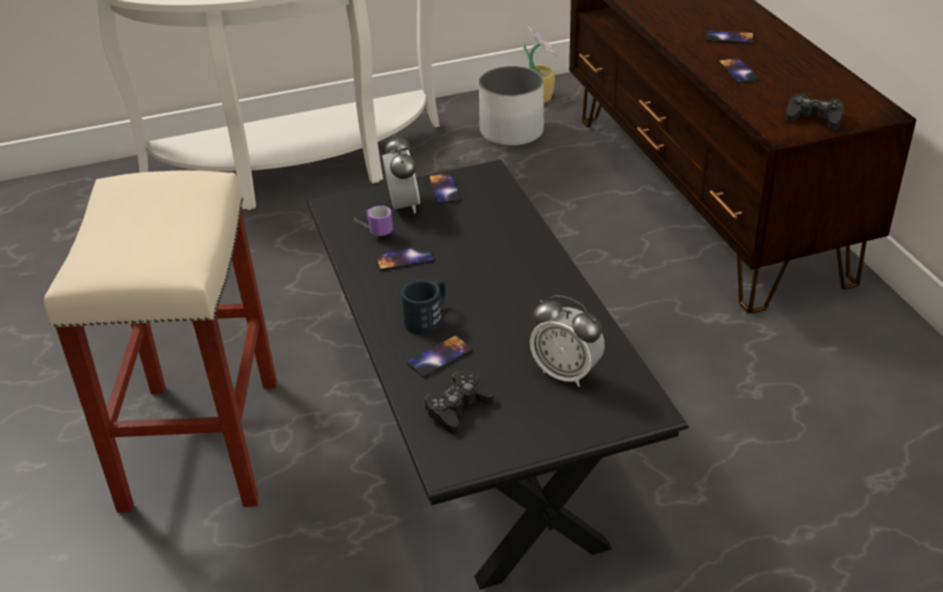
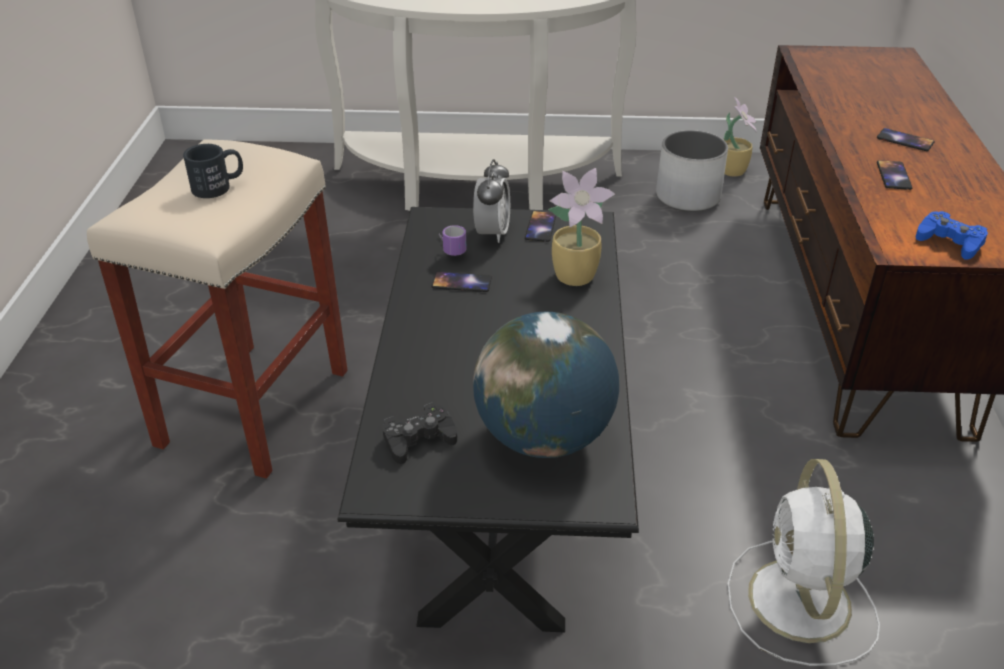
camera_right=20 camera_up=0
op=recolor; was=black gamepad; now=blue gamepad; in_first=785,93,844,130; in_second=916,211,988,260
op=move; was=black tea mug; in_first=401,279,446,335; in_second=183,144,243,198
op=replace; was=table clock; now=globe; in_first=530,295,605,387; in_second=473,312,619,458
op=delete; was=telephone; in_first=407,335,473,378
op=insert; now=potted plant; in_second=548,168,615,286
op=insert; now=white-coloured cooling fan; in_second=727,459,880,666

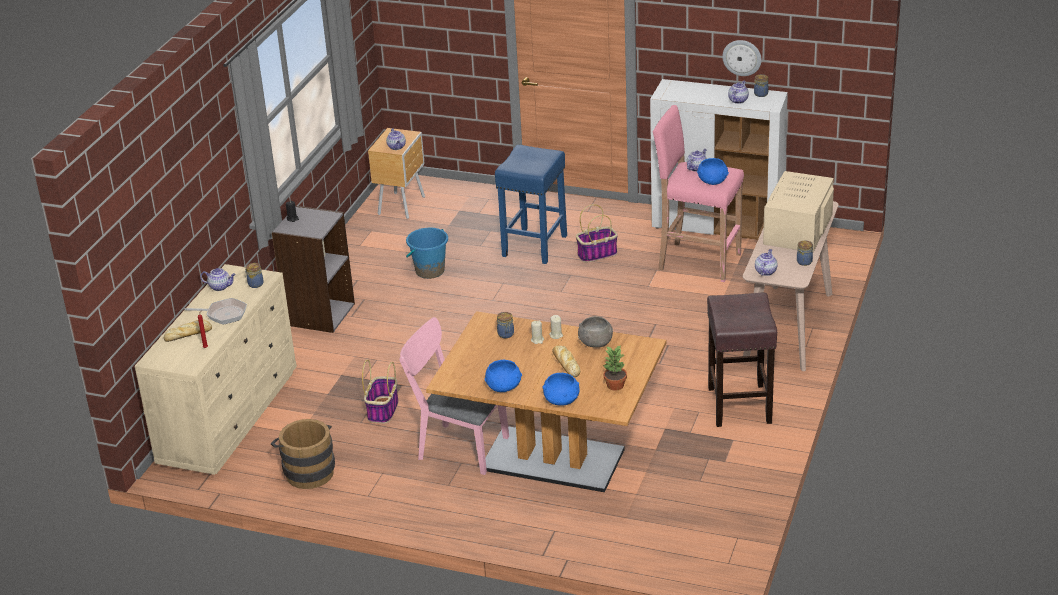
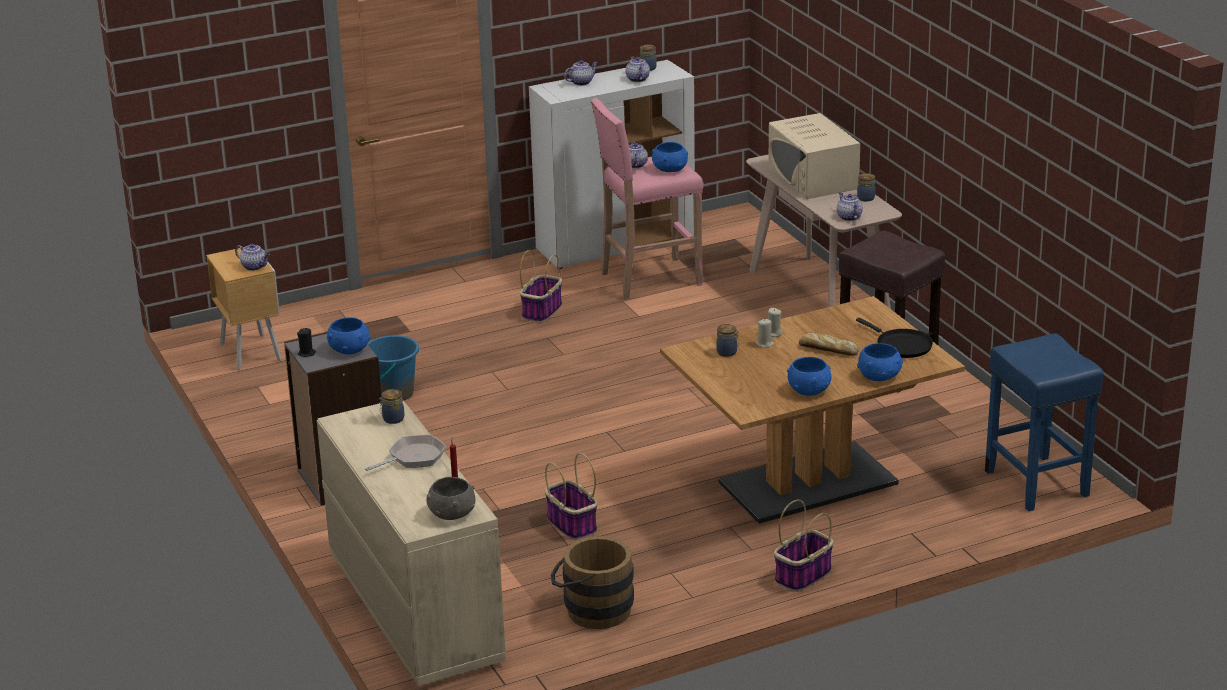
camera_right=-45 camera_up=-5
op=delete; was=wall clock; in_first=722,40,762,76
op=move; was=blue stool seat; in_first=495,145,567,264; in_second=985,333,1103,511
op=move; was=tea pot; in_first=200,268,236,291; in_second=564,60,598,86
op=move; was=greyish deep dish; in_first=578,316,613,348; in_second=427,477,475,520
op=delete; was=pink chair; in_first=399,317,509,475
op=delete; was=bread; in_first=164,320,212,342
op=replace; was=potted plant; now=black frying pan; in_first=604,346,627,391; in_second=856,318,933,358
op=insert; now=blue deep dish; in_second=327,317,370,355
op=insert; now=basket; in_second=774,500,834,592

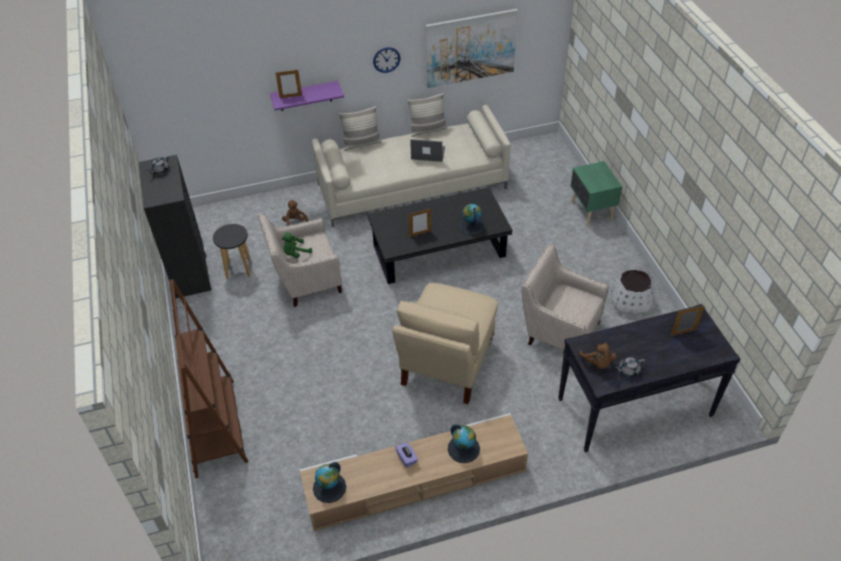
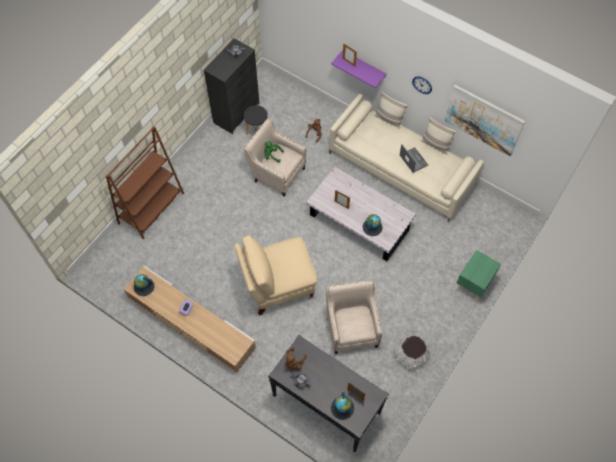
camera_right=50 camera_up=15
op=recolor; was=black low table; now=white-coloured low table; in_first=368,187,512,284; in_second=306,167,416,261
op=move; was=globe; in_first=448,424,480,463; in_second=331,392,354,420

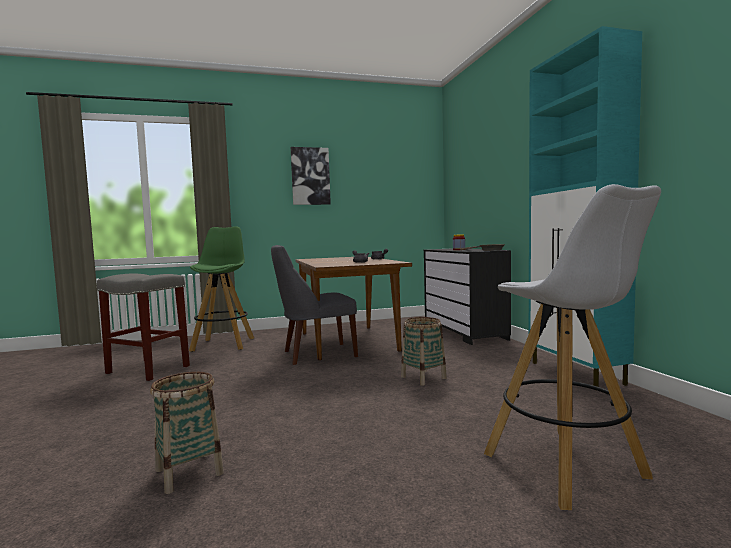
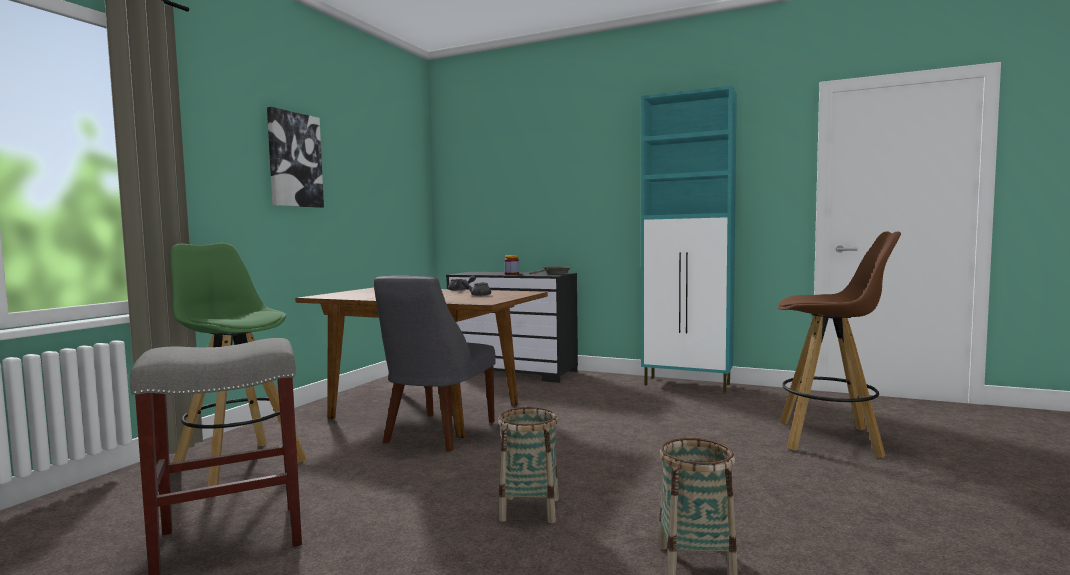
camera_right=-50 camera_up=0
op=recolor; was=white-coloured stool seat; now=brownish stool seat; in_first=484,184,661,510; in_second=778,231,901,458
op=move; was=basket; in_first=401,317,447,386; in_second=498,407,559,523

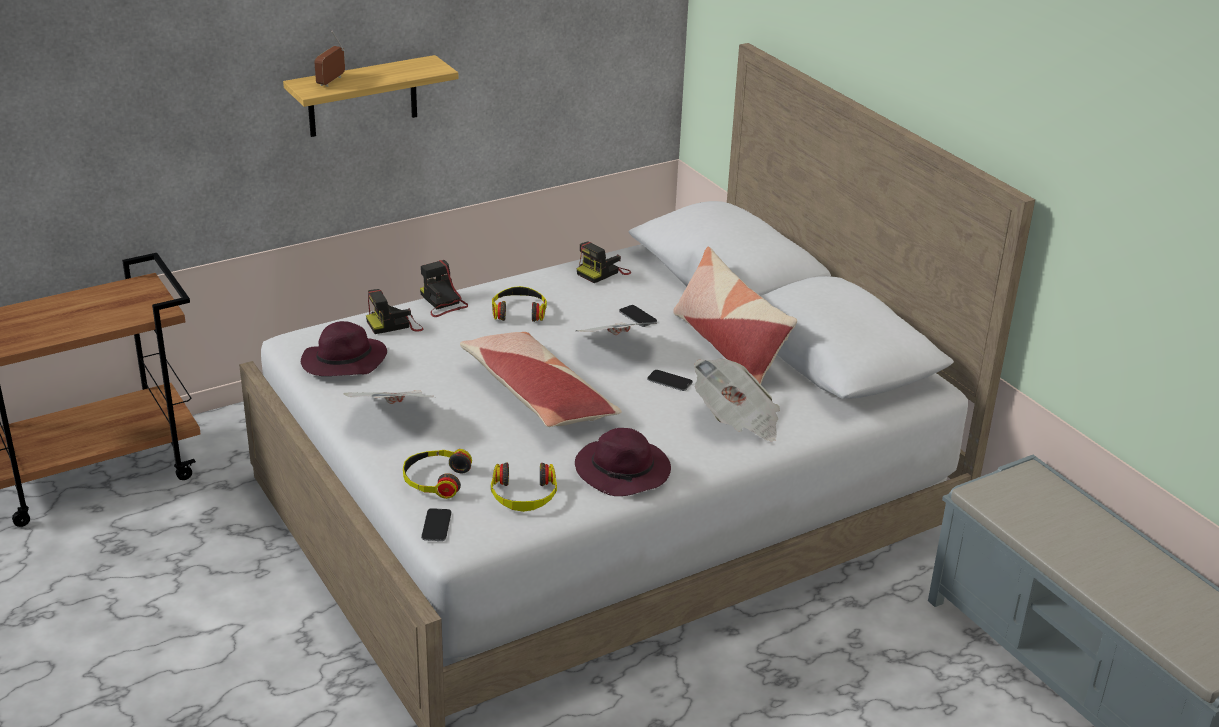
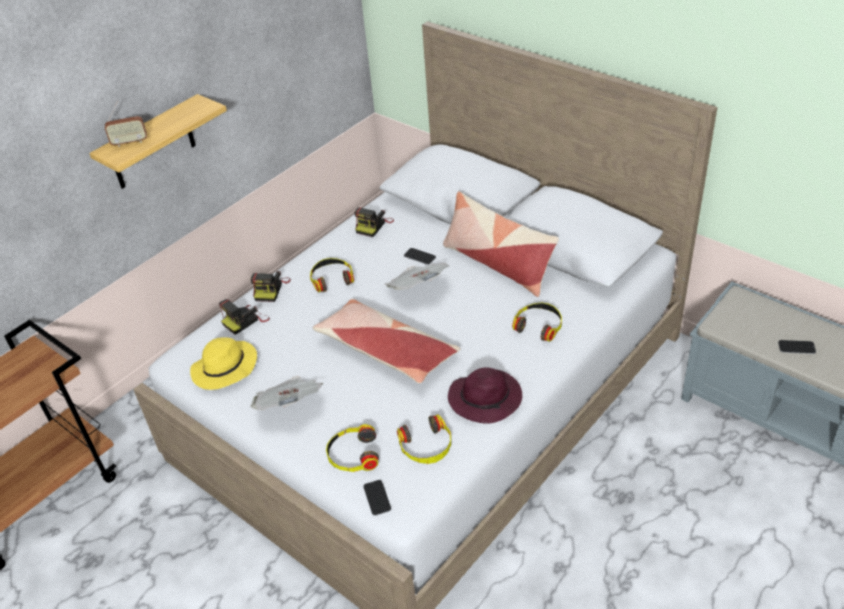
camera_right=-15 camera_up=10
op=rotate; was=radio; in_first=315,31,345,87; in_second=105,101,147,147; clockwise=-105
op=rotate; was=photo camera; in_first=420,260,468,317; in_second=250,271,291,302; clockwise=-120
op=recolor; was=purplish clothing hat; now=yellow clothing hat; in_first=301,321,387,376; in_second=190,337,257,390
op=replace; was=newspaper; now=headphones; in_first=694,358,780,441; in_second=512,302,562,342
op=move; was=telephone; in_first=647,370,693,391; in_second=778,340,816,354

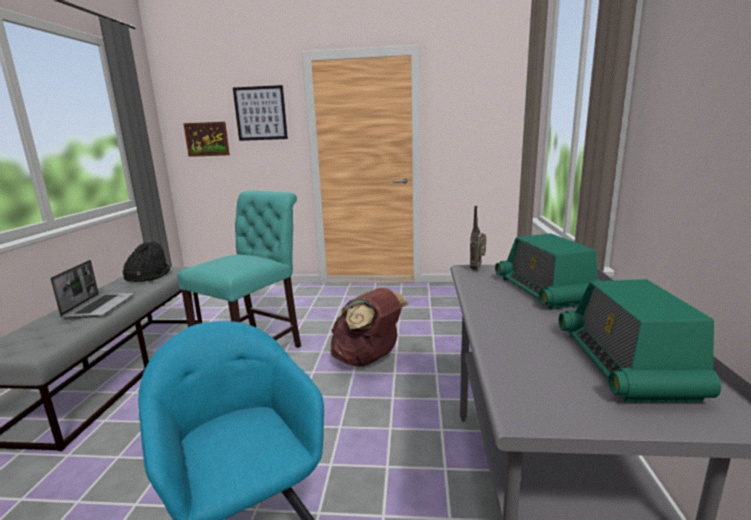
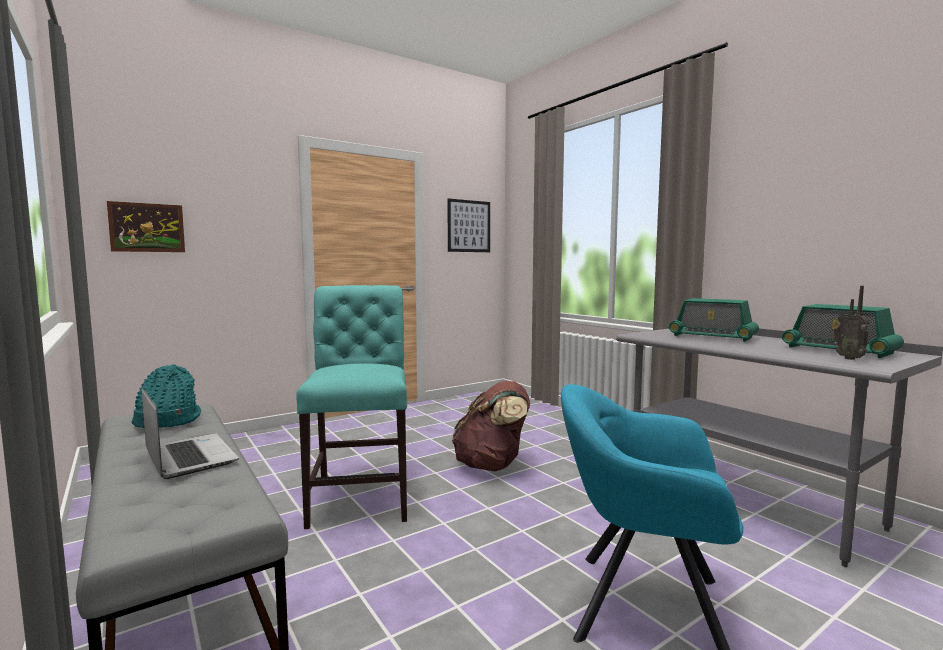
camera_right=-40 camera_up=-10
op=move; was=wall picture; in_first=233,85,288,141; in_second=447,198,490,252
op=move; was=radio; in_first=470,206,486,270; in_second=834,286,869,360
op=recolor; was=black clothing hat; now=turquoise clothing hat; in_first=123,241,170,282; in_second=131,364,201,428

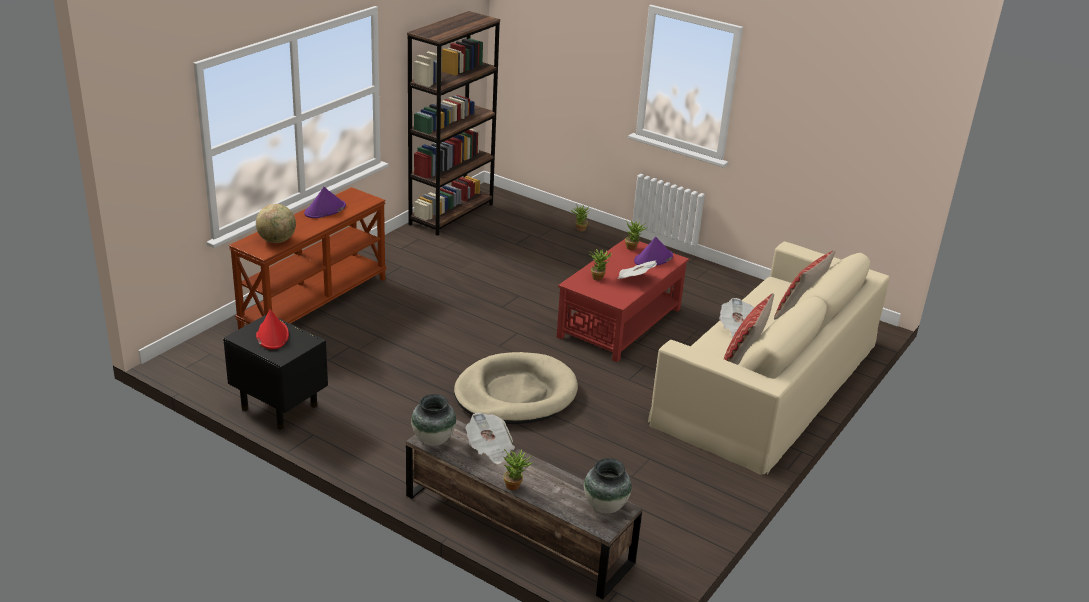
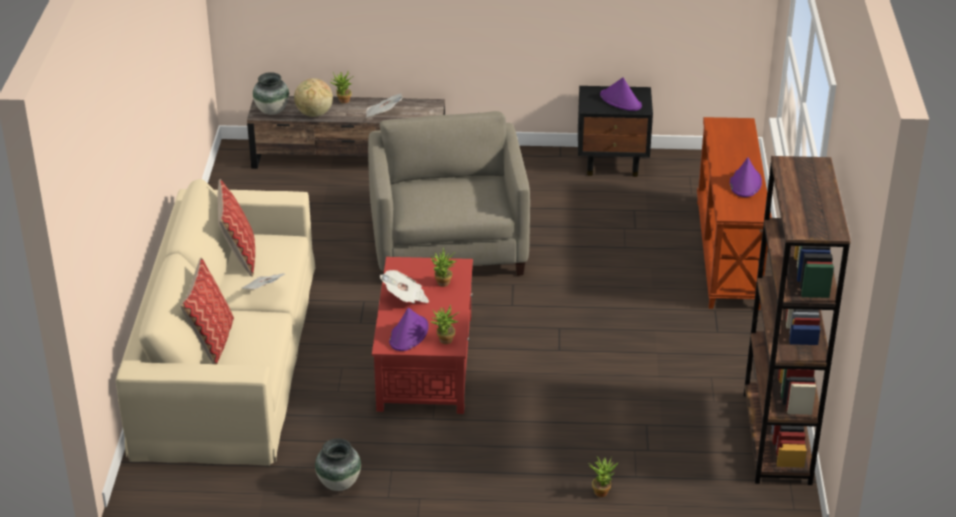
camera_right=150 camera_up=5
op=move; was=globe; in_first=256,204,296,243; in_second=294,78,333,117
op=recolor; was=red clothing hat; now=purplish clothing hat; in_first=256,309,289,349; in_second=600,78,642,111
op=replace; was=sand-coloured dog bed; now=sand-coloured armchair; in_first=454,352,578,424; in_second=368,111,530,276
op=move; was=flower vase; in_first=411,394,456,446; in_second=315,438,361,491

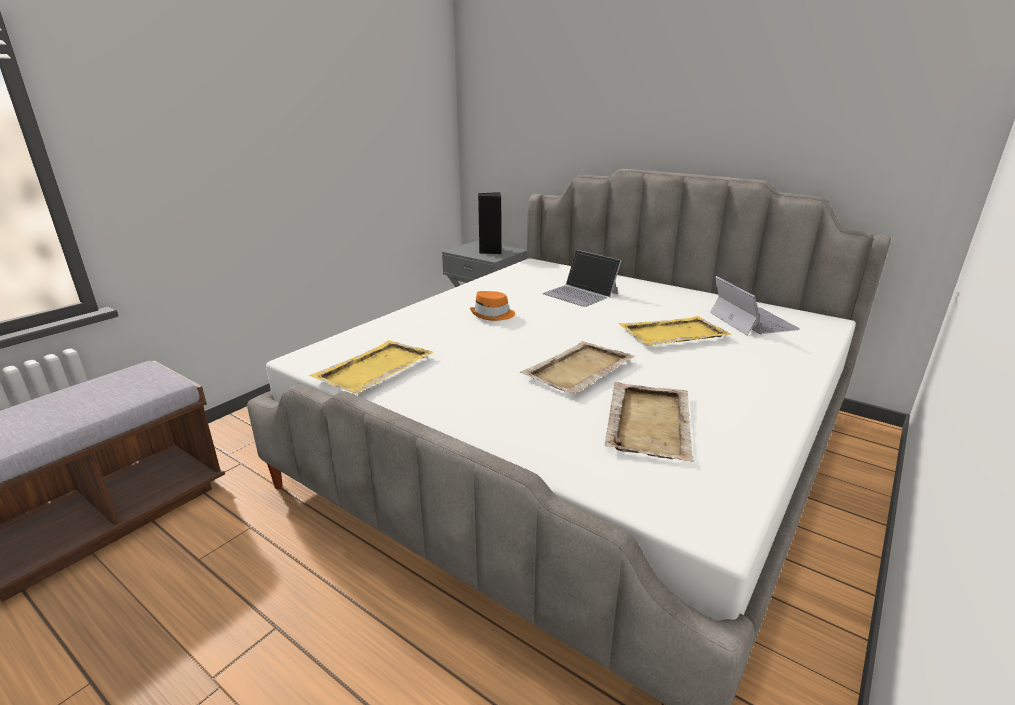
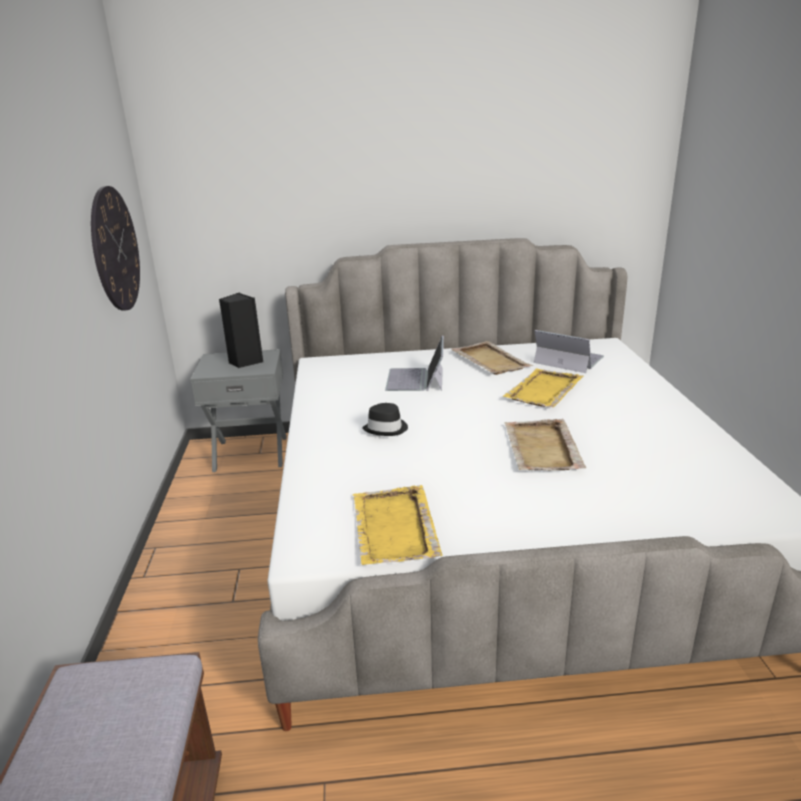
camera_right=-40 camera_up=0
op=rotate; was=notebook computer; in_first=542,250,622,307; in_second=385,335,444,391; clockwise=90
op=recolor; was=orangey clothing hat; now=black clothing hat; in_first=470,291,515,321; in_second=362,403,408,436
op=move; was=sand-coloured carrying tray; in_first=605,382,695,462; in_second=451,341,533,375
op=insert; now=wall clock; in_second=91,186,140,311

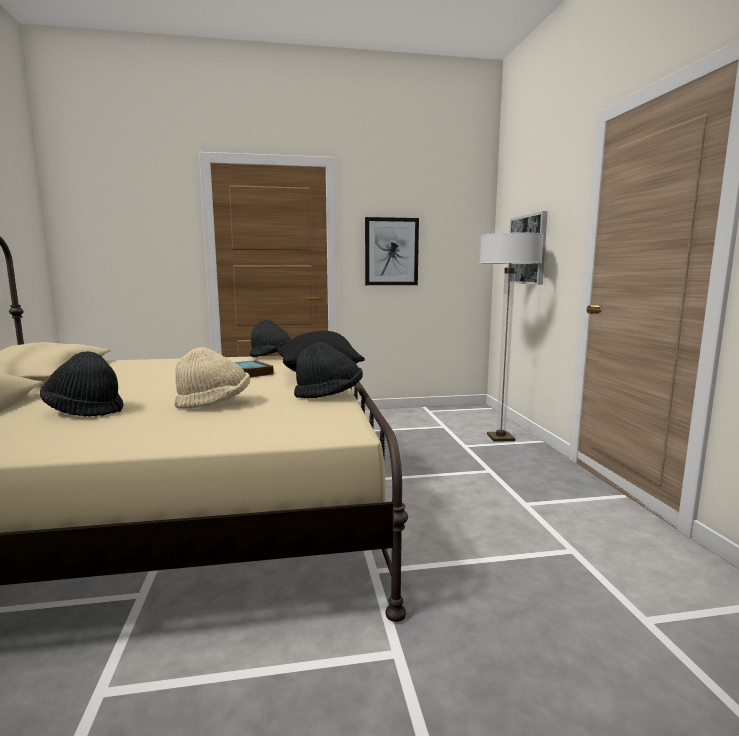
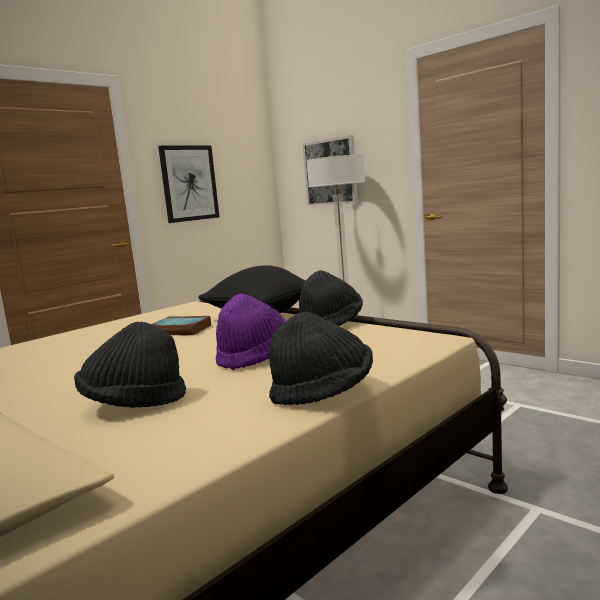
camera_right=-35 camera_up=0
op=move; was=black clothing hat; in_first=250,320,291,357; in_second=269,312,373,405
op=recolor; was=sand-coloured clothing hat; now=purplish clothing hat; in_first=174,347,250,409; in_second=216,293,287,370

